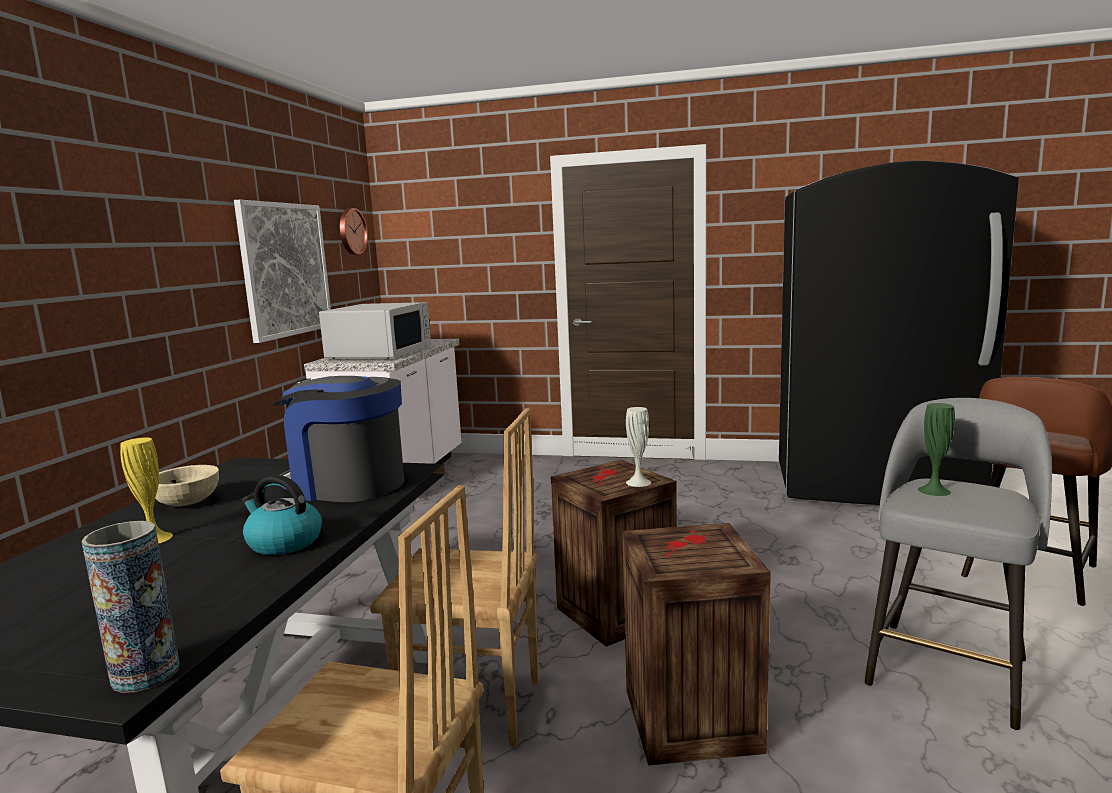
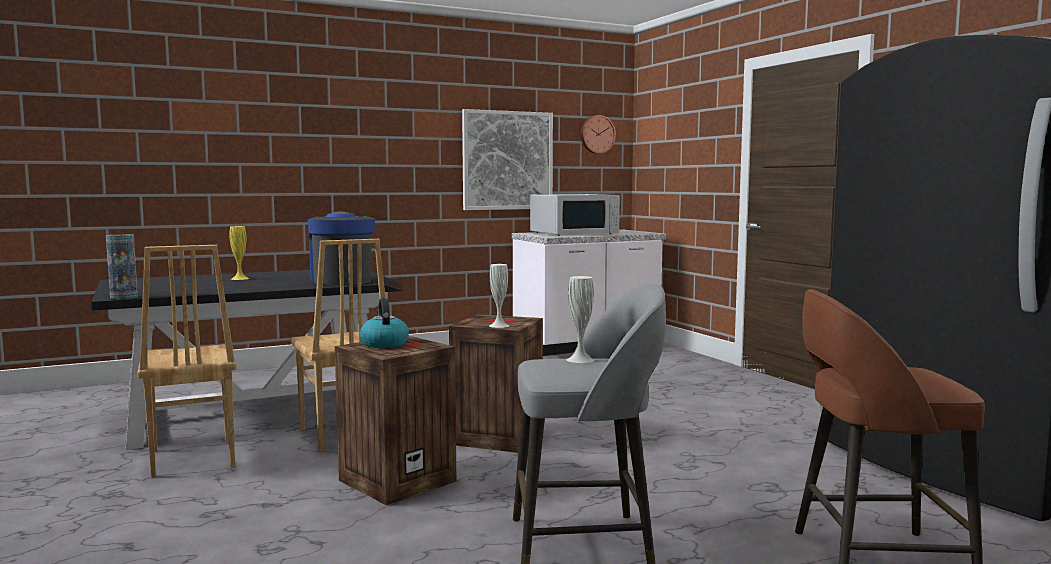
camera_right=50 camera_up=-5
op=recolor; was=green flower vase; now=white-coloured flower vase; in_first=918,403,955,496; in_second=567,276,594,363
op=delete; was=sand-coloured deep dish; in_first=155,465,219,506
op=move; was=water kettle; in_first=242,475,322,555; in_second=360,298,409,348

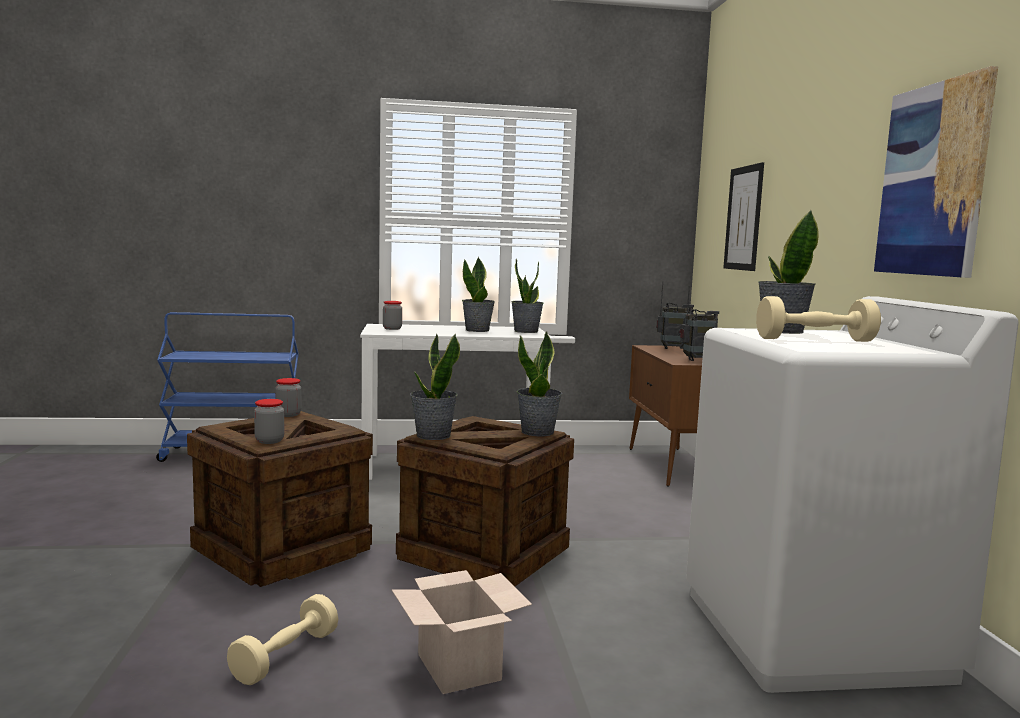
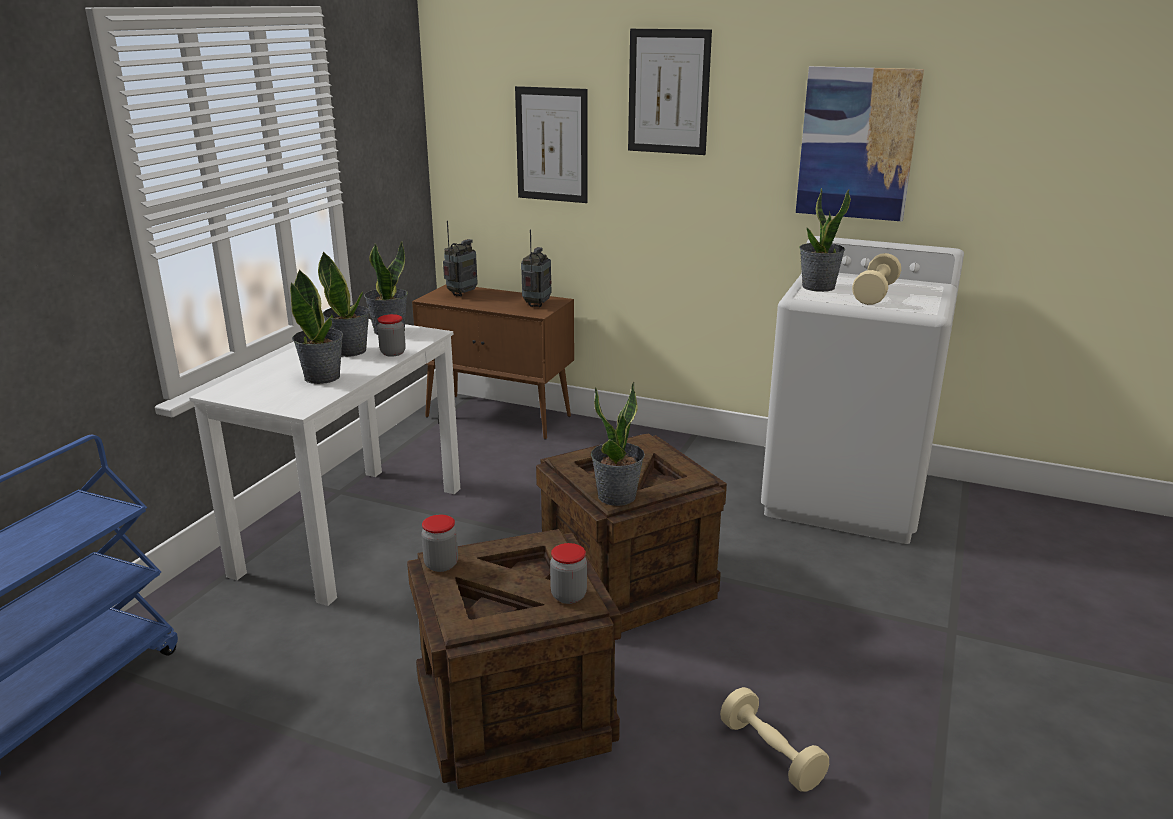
camera_right=-60 camera_up=15
op=move; was=jar; in_first=383,301,402,330; in_second=377,314,406,357
op=move; was=potted plant; in_first=517,331,562,436; in_second=290,269,343,384
op=delete; was=packing box; in_first=392,570,532,694
op=insert; now=wall picture; in_second=628,29,712,155

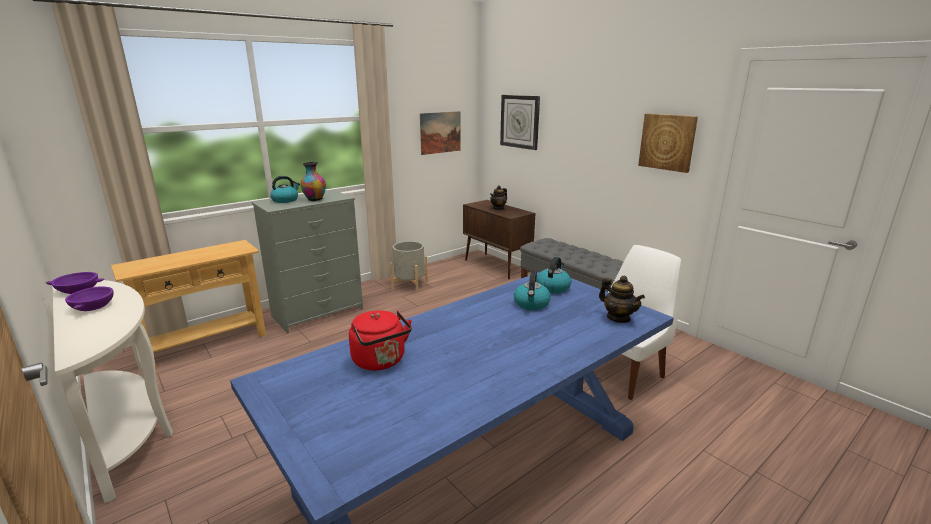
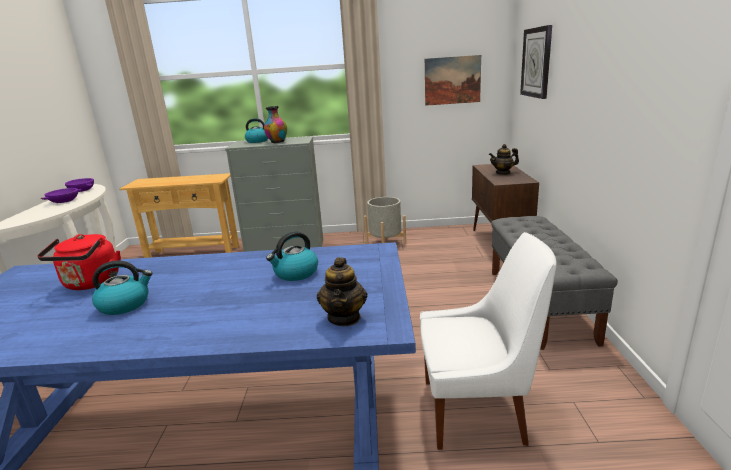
camera_right=40 camera_up=0
op=delete; was=wall picture; in_first=638,114,698,173
op=move; was=water kettle; in_first=537,257,571,294; in_second=92,260,153,315

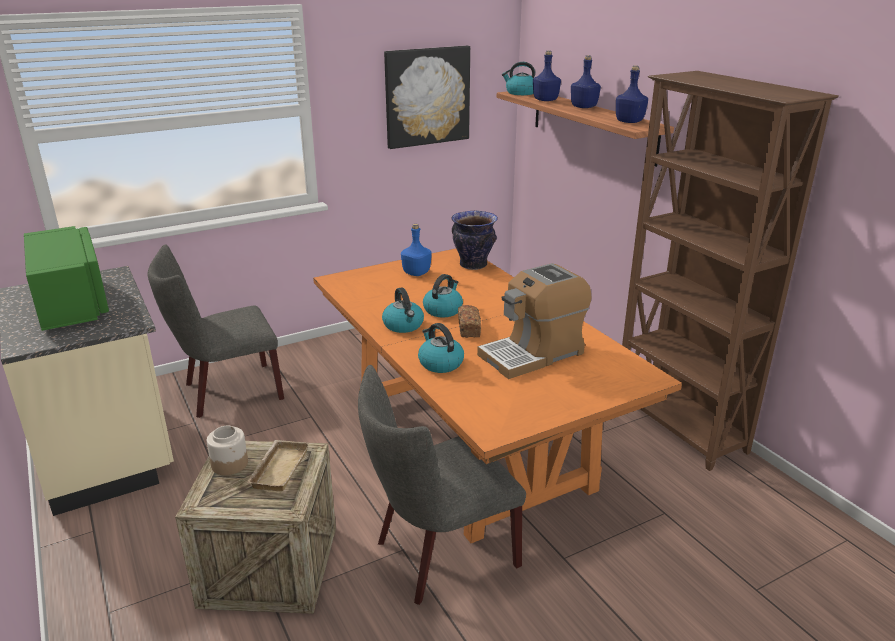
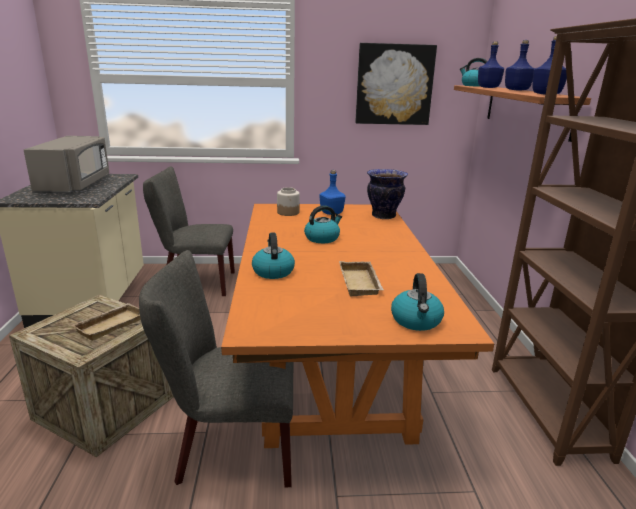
camera_right=25 camera_up=-5
op=recolor; was=green kitchen microwave; now=greyish kitchen microwave; in_first=24,226,109,331; in_second=24,136,109,193
op=replace; was=coffee brewer; now=sand-coloured carrying tray; in_first=477,263,591,379; in_second=339,261,384,296
op=move; was=water kettle; in_first=382,287,424,333; in_second=391,273,444,331
op=delete; was=bread; in_first=458,305,481,338
op=move; was=jar; in_first=207,425,248,475; in_second=277,187,300,216

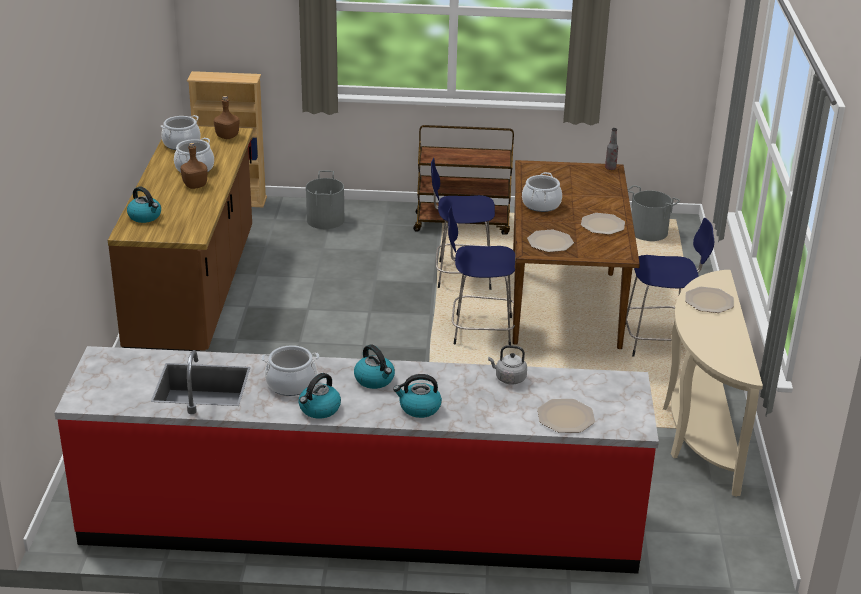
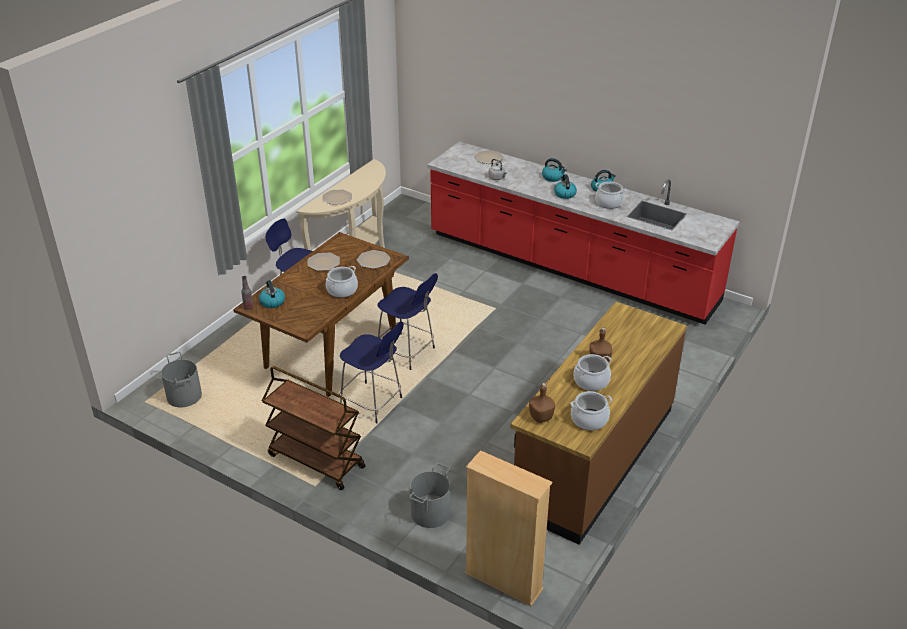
camera_right=-150 camera_up=5
op=move; was=water kettle; in_first=127,186,161,223; in_second=259,280,285,308

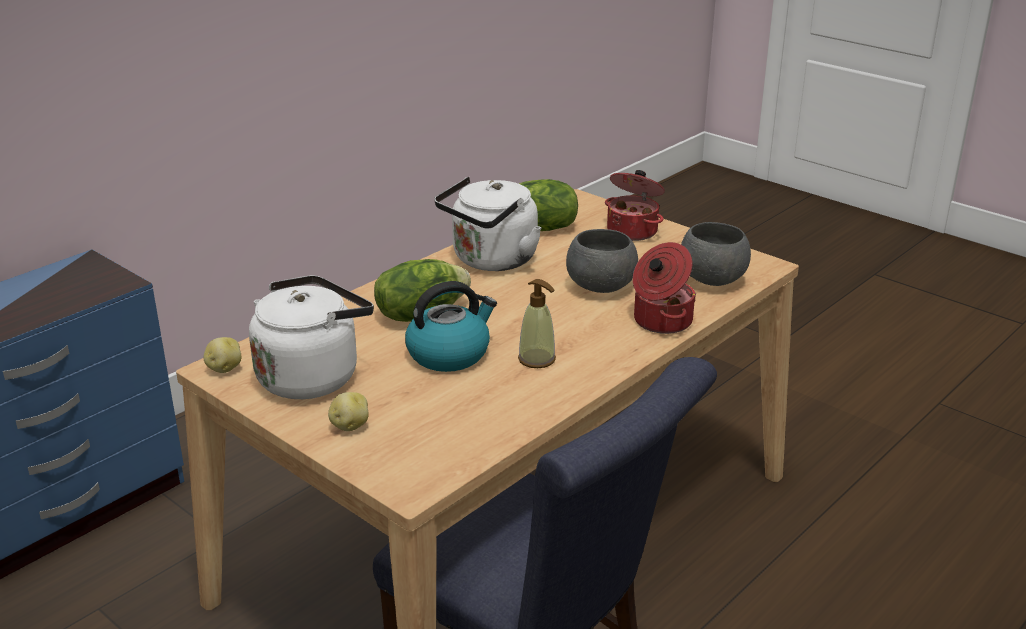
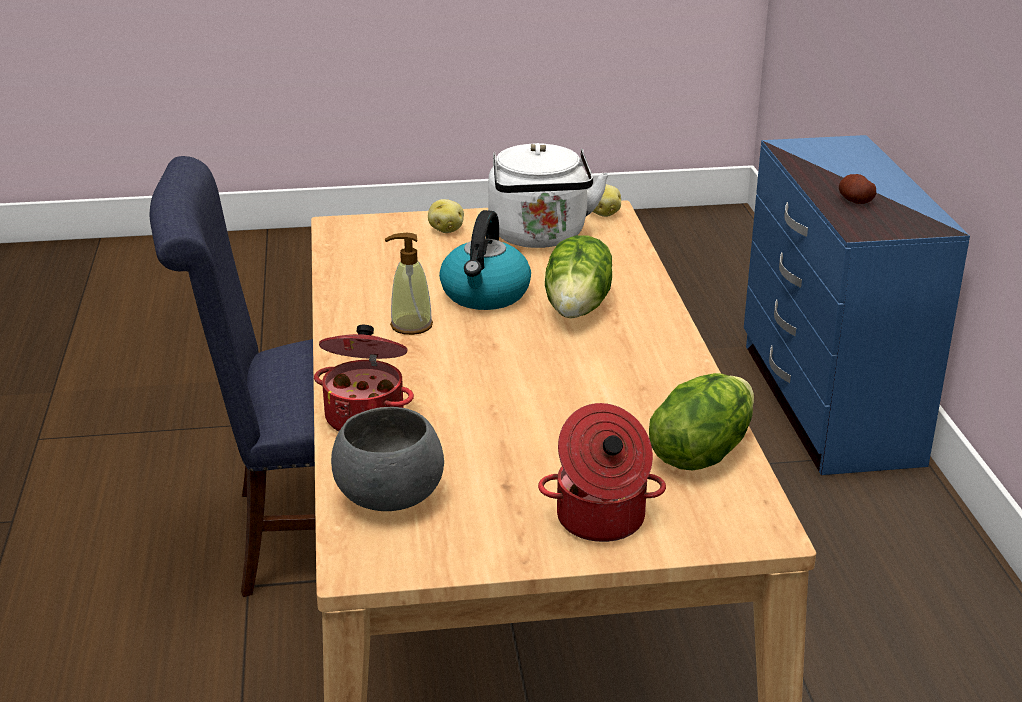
camera_right=130 camera_up=0
op=delete; was=white-coloured water kettle; in_first=434,177,541,271
op=delete; was=greyish deep dish; in_first=566,229,638,293
op=insert; now=spud; in_second=839,174,876,204

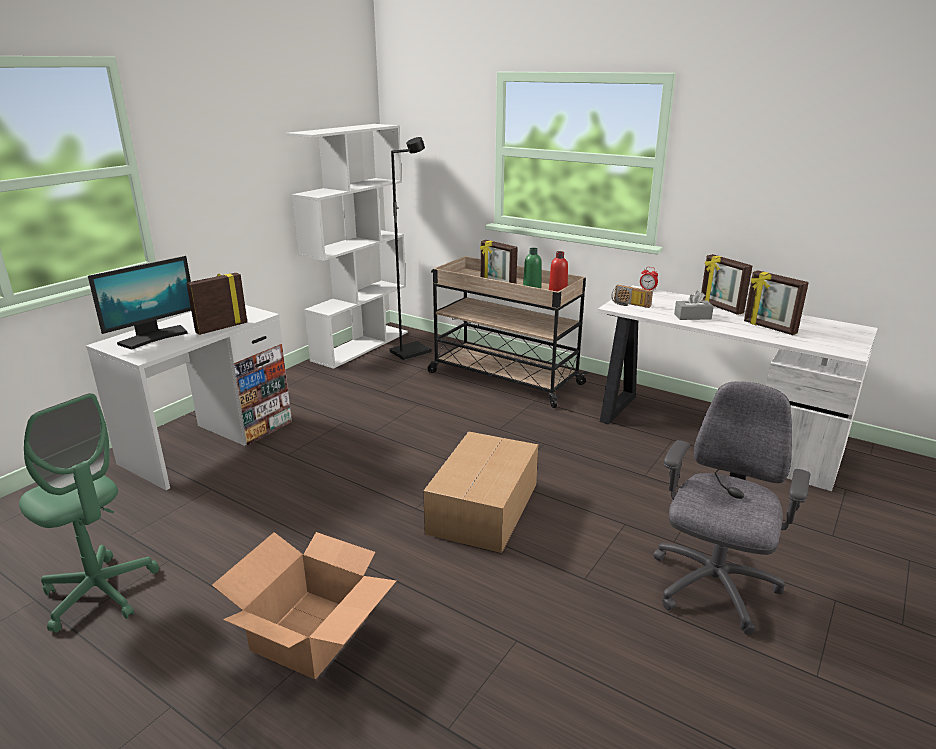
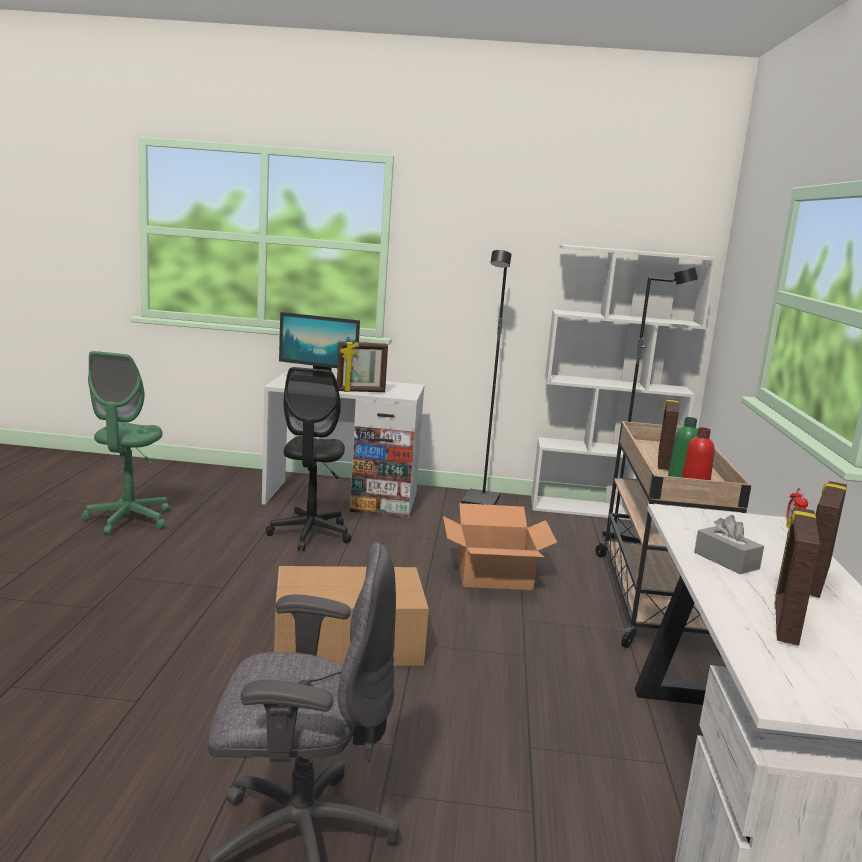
camera_right=60 camera_up=-10
op=rotate; was=standing frame; in_first=186,273,247,335; in_second=337,342,388,392; clockwise=150
op=delete; was=radio; in_first=611,285,653,308
op=move; was=packing box; in_first=212,532,396,680; in_second=443,503,557,590
op=insert; now=black standing lamp; in_second=461,250,512,505
op=insert; now=black office chair; in_second=266,367,351,551

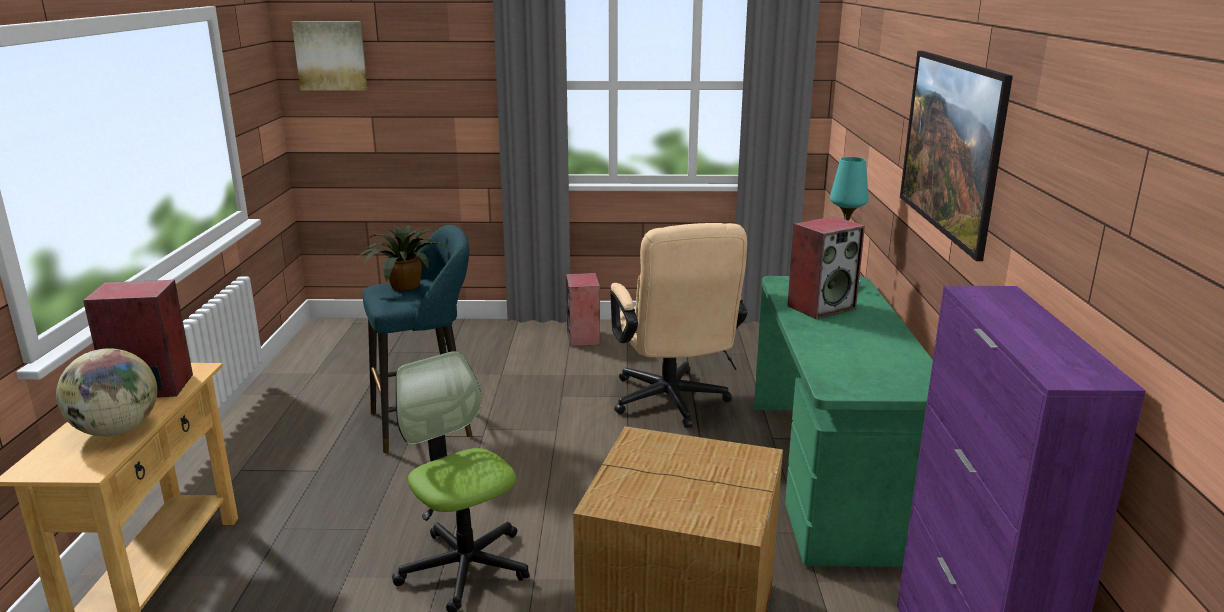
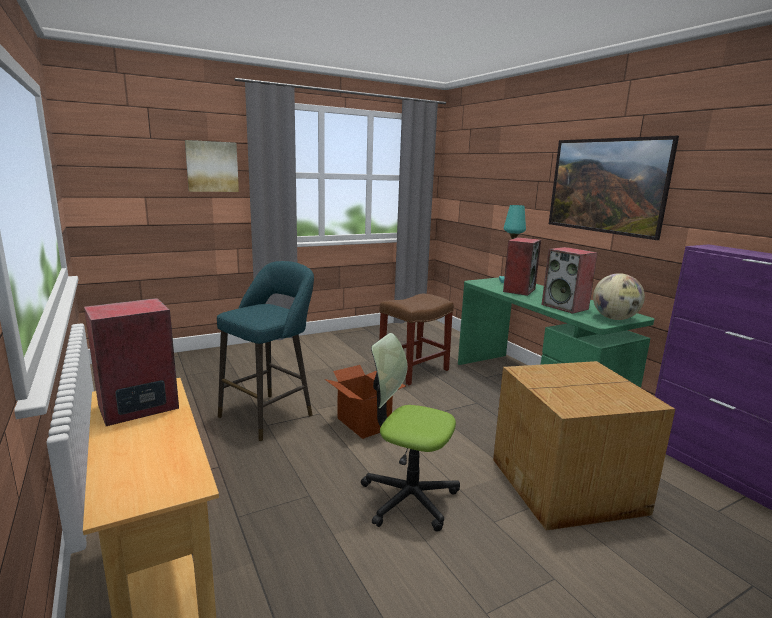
camera_right=-30 camera_up=-5
op=move; was=wall picture; in_first=292,21,367,91; in_second=185,140,239,192
op=replace; was=sand-coloured office chair; now=brownish stool seat; in_first=610,223,747,428; in_second=379,294,454,385
op=delete; was=potted plant; in_first=355,225,448,291
op=move; was=audio speaker; in_first=566,273,600,347; in_second=541,247,598,314
op=move; was=globe; in_first=56,348,157,436; in_second=593,273,645,320
op=insert; now=packing box; in_second=325,365,406,439

